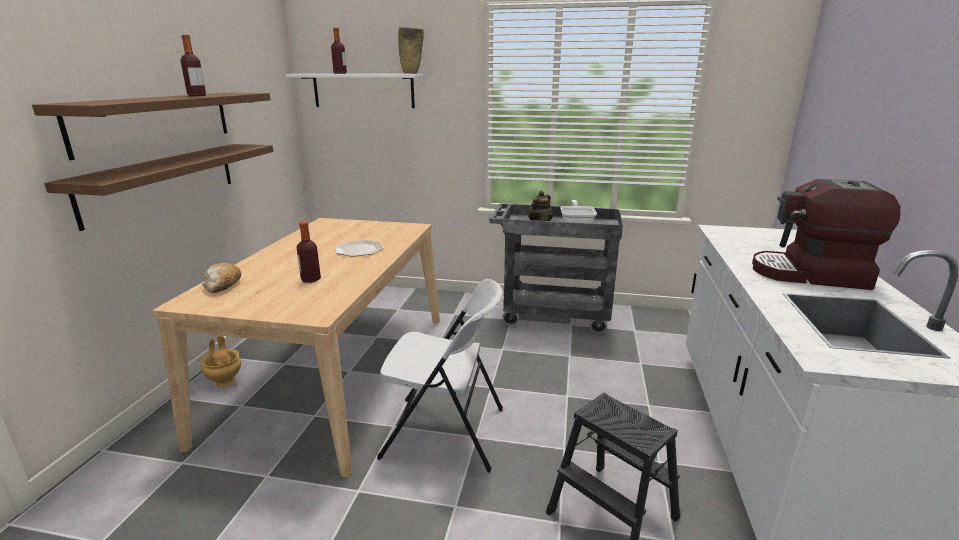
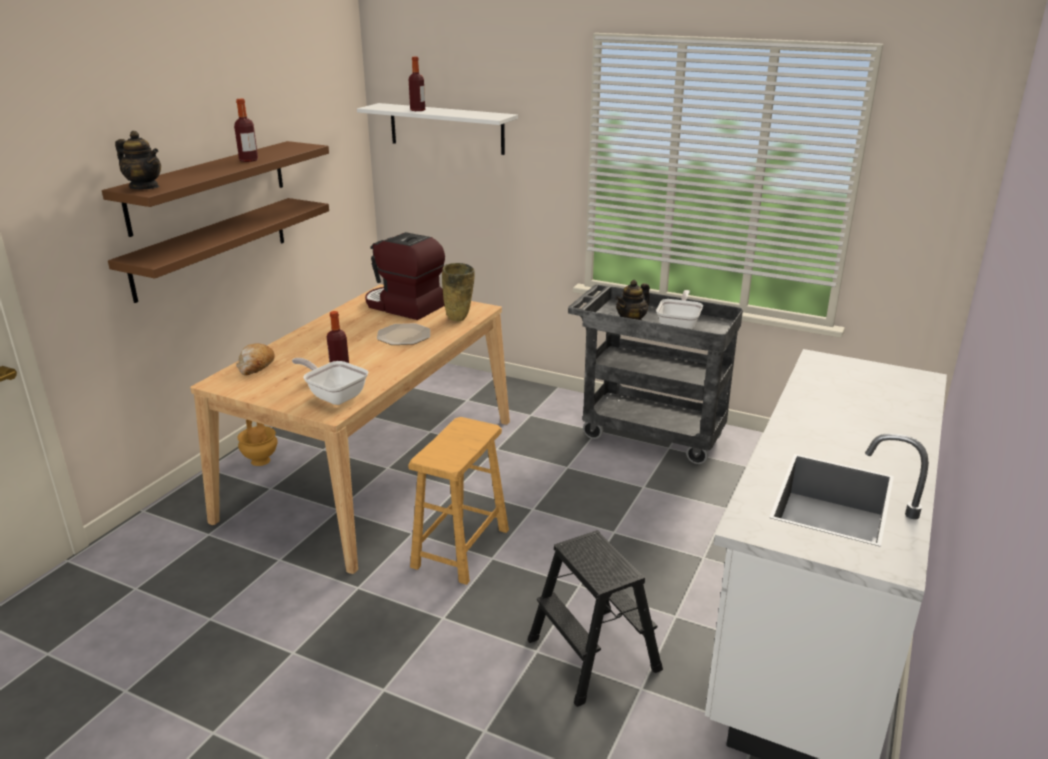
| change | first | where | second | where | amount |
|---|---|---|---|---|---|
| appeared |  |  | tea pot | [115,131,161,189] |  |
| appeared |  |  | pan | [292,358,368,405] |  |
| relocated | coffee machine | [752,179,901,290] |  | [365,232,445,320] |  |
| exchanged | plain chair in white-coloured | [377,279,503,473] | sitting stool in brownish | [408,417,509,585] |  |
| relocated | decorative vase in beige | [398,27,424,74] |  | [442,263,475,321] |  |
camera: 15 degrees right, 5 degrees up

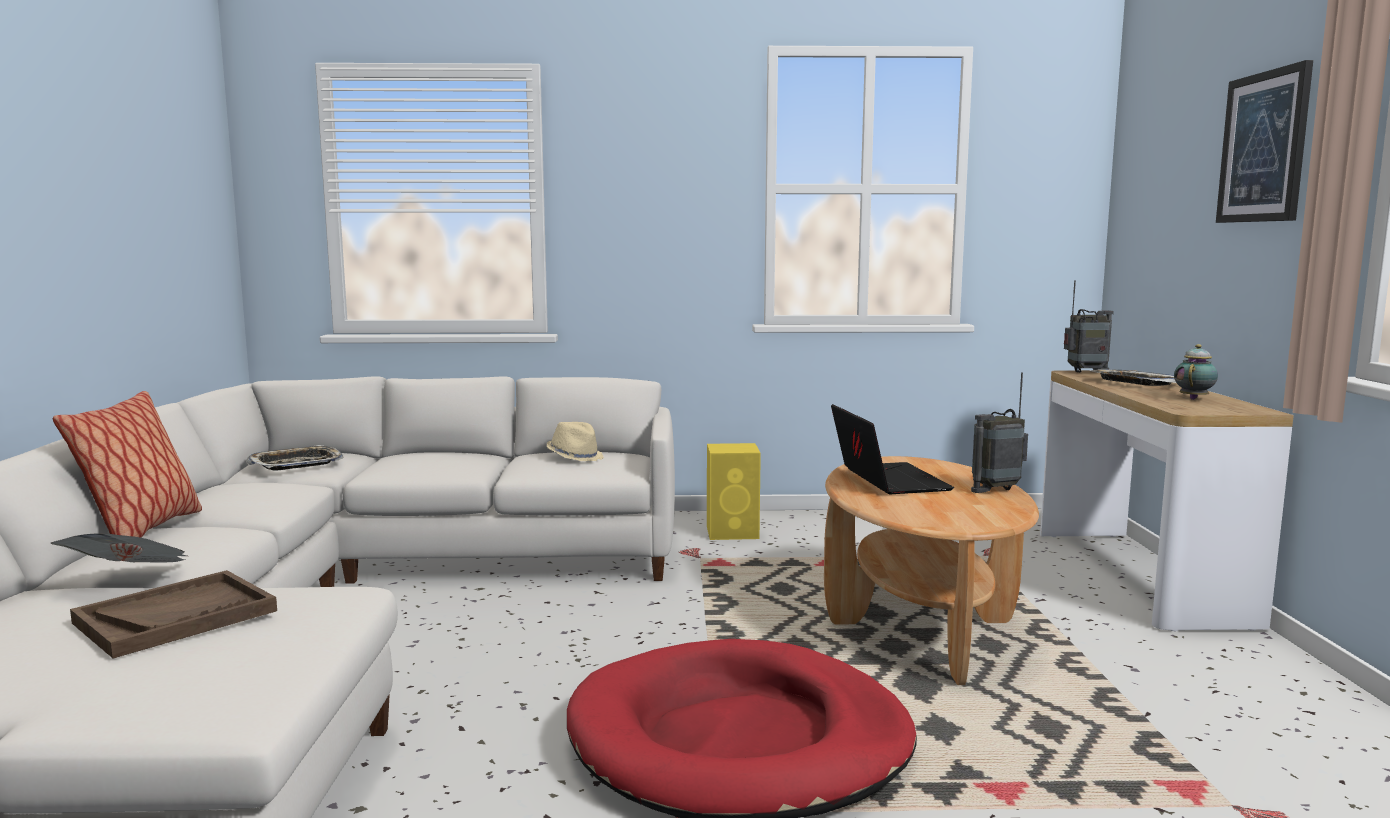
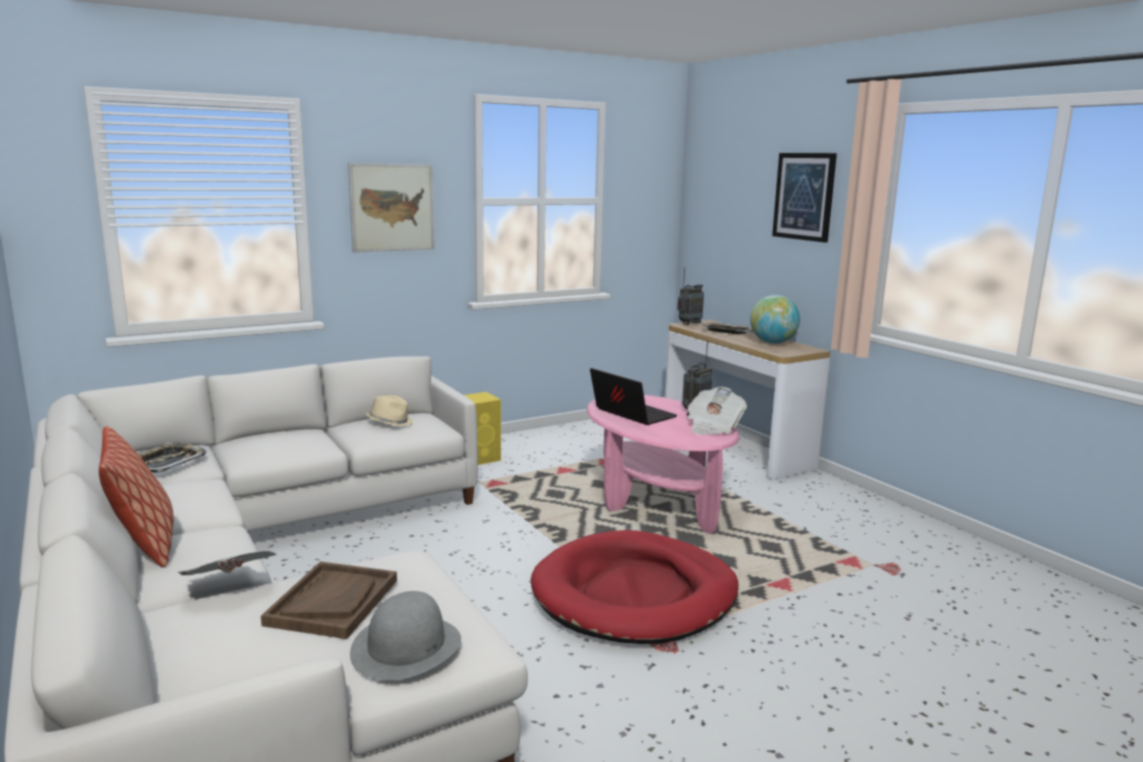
| change | first | where | second | where | amount |
|---|---|---|---|---|---|
| appeared |  |  | wall art | [348,163,435,253] |  |
| appeared |  |  | wearable hat in gray | [350,591,461,680] |  |
| colour | coffee table in brownish | [824,456,1039,685] | coffee table in pink | [587,395,739,534] |  |
| appeared |  |  | daily paper | [687,387,747,435] |  |
| exchanged | tea pot | [1174,344,1218,400] | desk globe | [750,295,800,344] |  |
camera: 30 degrees left, 5 degrees up

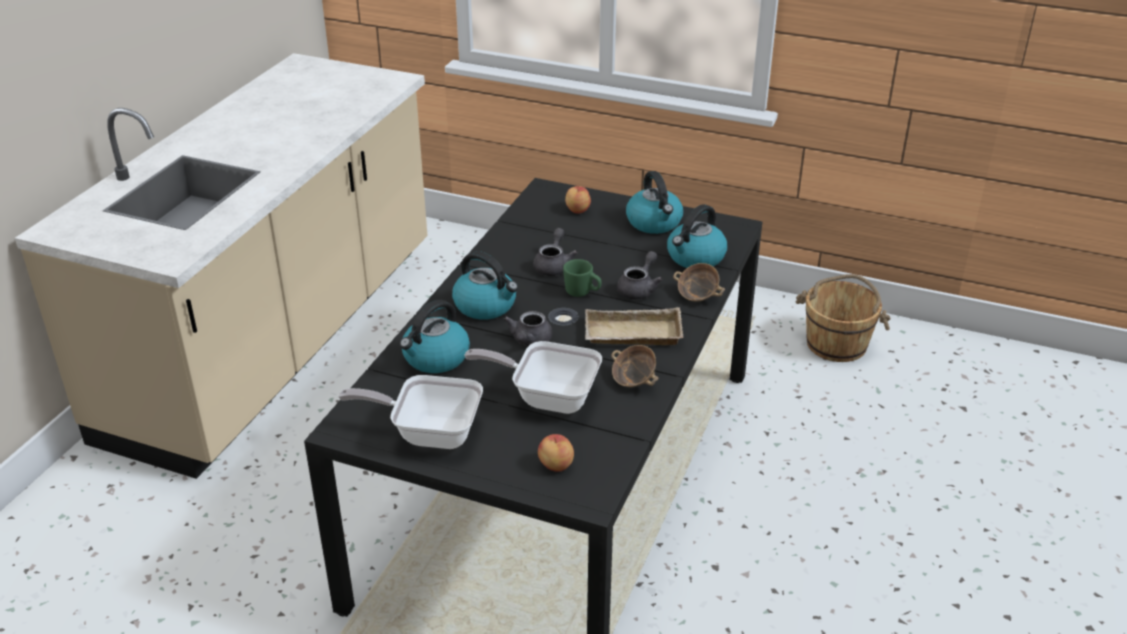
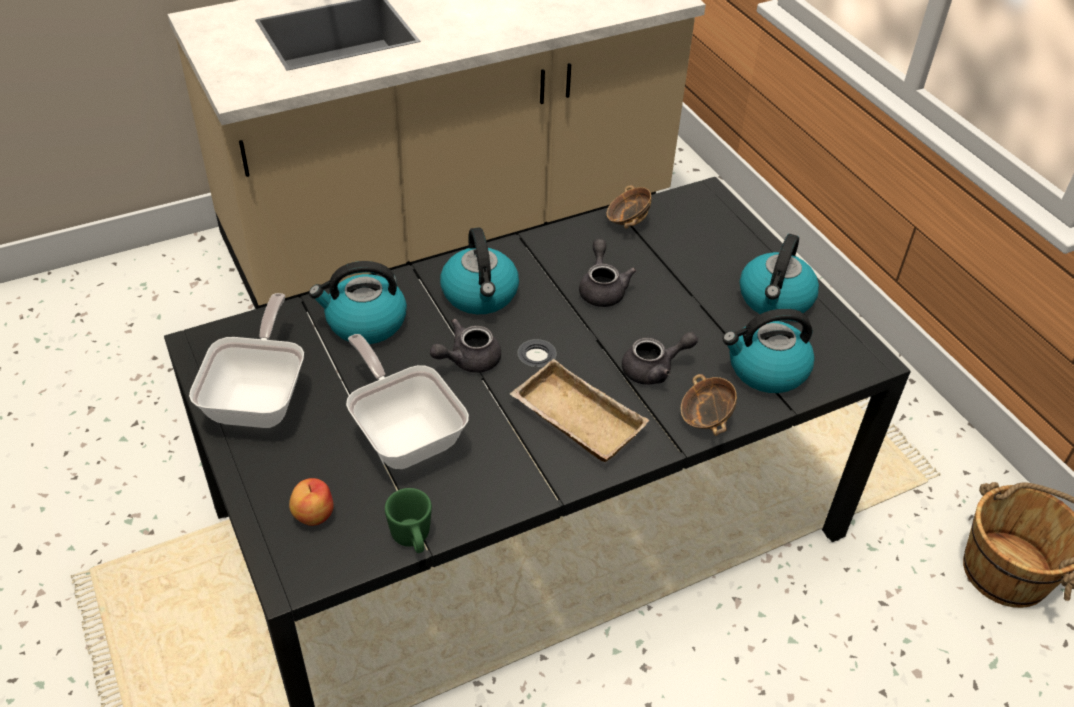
| change | first | where | second | where | amount |
|---|---|---|---|---|---|
| spun | pan | [338,375,483,449] |  | [189,293,304,428] | 45 degrees clockwise |
| relocated | mug in green | [563,259,602,297] |  | [385,488,432,553] |  |
| spun | tea pot in gray | [533,228,578,276] |  | [579,239,636,307] | 60 degrees counterclockwise |
| relocated | deep dish | [611,345,658,387] |  | [607,185,652,229] |  |
| missing | apple | [565,186,591,214] |  |  |  |
camera: 40 degrees right, 10 degrees up

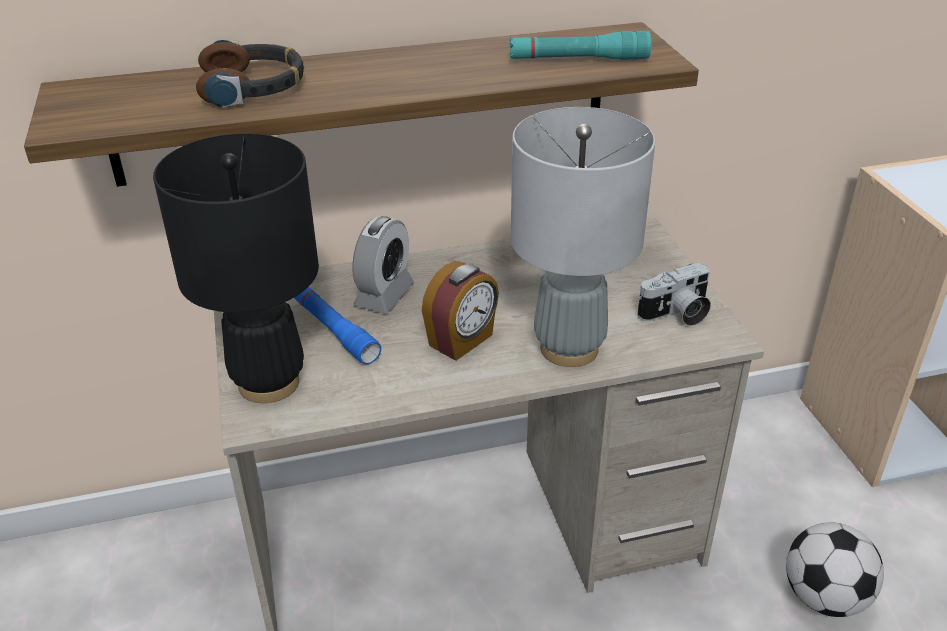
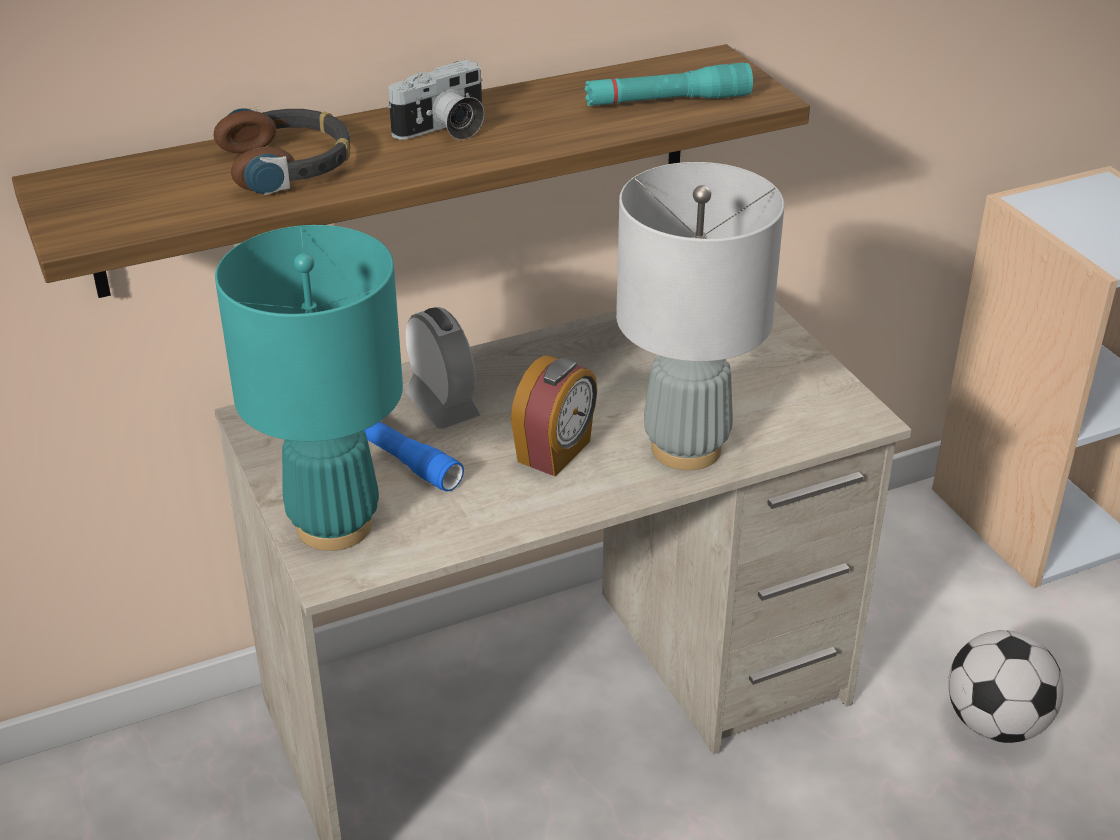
| change | first | where | second | where | amount |
|---|---|---|---|---|---|
| colour | table lamp in blackish | [153,133,319,403] | table lamp in blue-green | [215,225,403,551] |  |
| relocated | photo camera | [637,263,711,326] |  | [387,59,484,140] |  |
| spun | table clock | [352,216,414,314] |  | [405,307,481,429] | 45 degrees counterclockwise |
camera: 10 degrees left, 0 degrees up

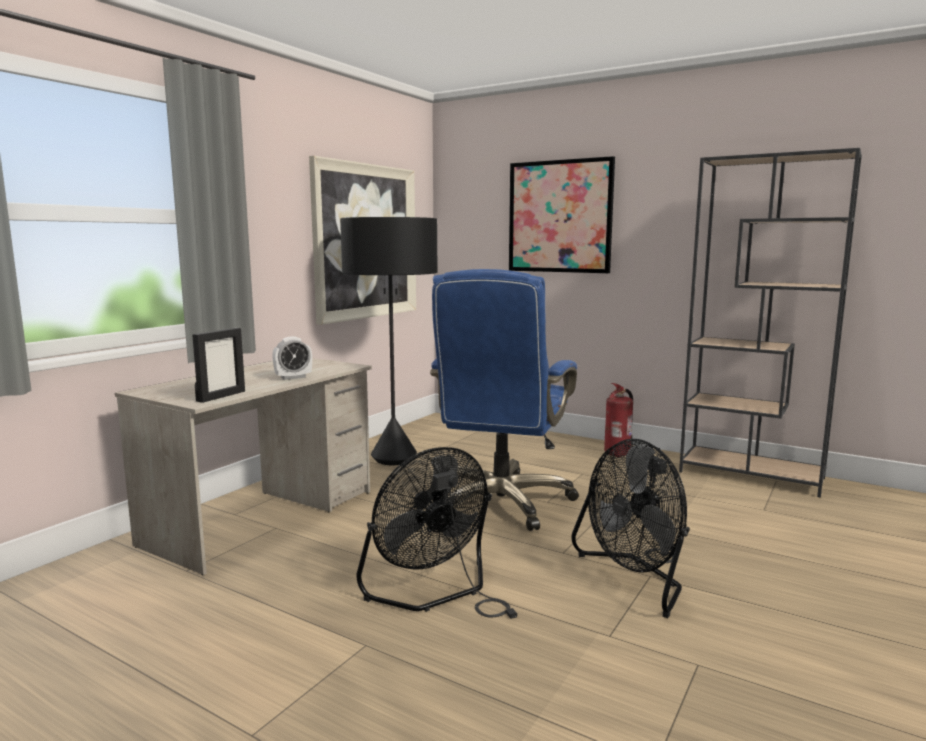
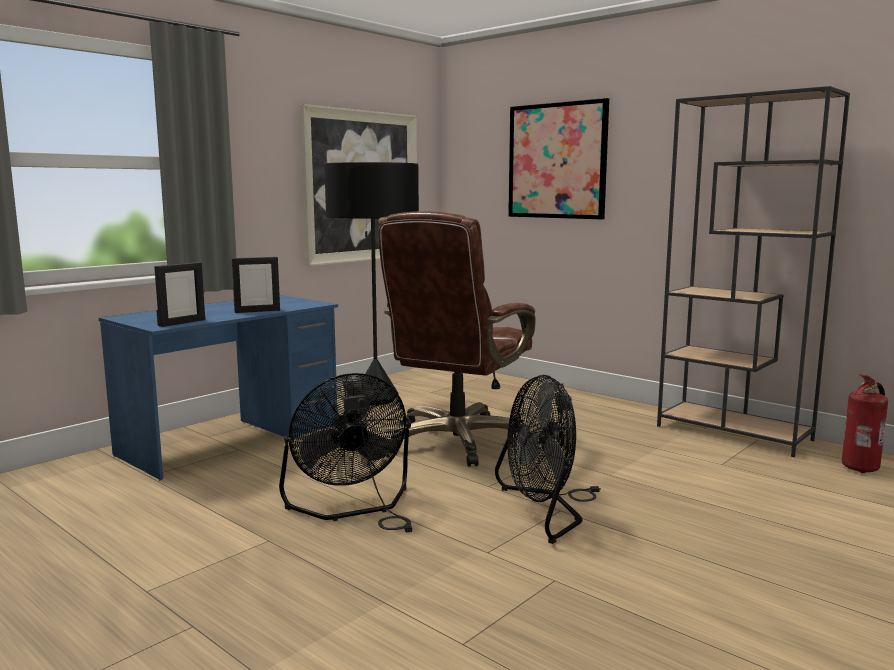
| change | first | where | second | where | amount |
|---|---|---|---|---|---|
| colour | desk unit in beige | [115,358,372,575] | desk unit in bluish | [99,295,338,480] |  |
| exchanged | table clock | [272,336,312,380] | standing frame | [232,257,280,313] |  |
| colour | computer chair in bluish | [430,269,579,531] | computer chair in brownish | [378,211,536,467] |  |
| relocated | fire-fighting cylinder | [604,383,633,457] |  | [842,374,888,473] |  |
camera: 10 degrees right, 0 degrees up

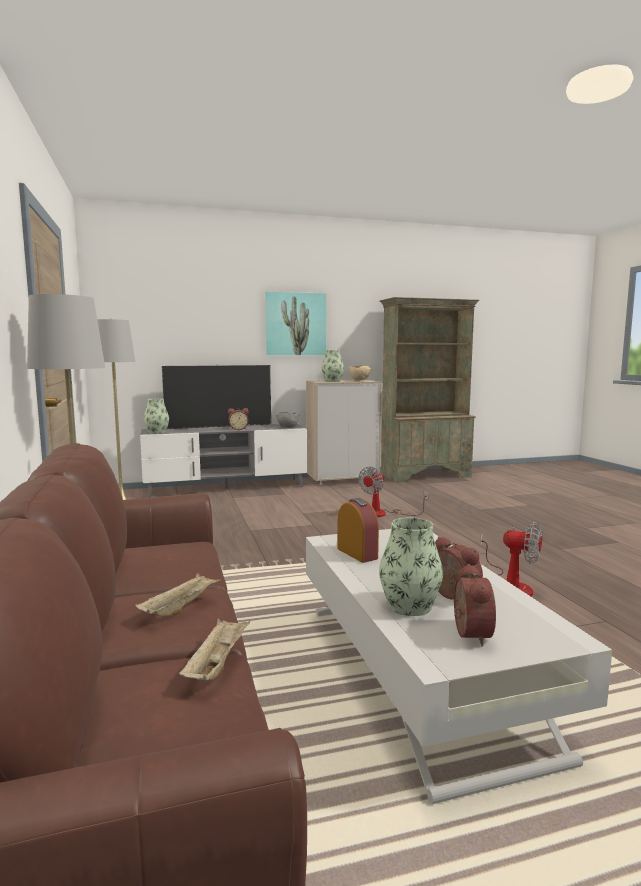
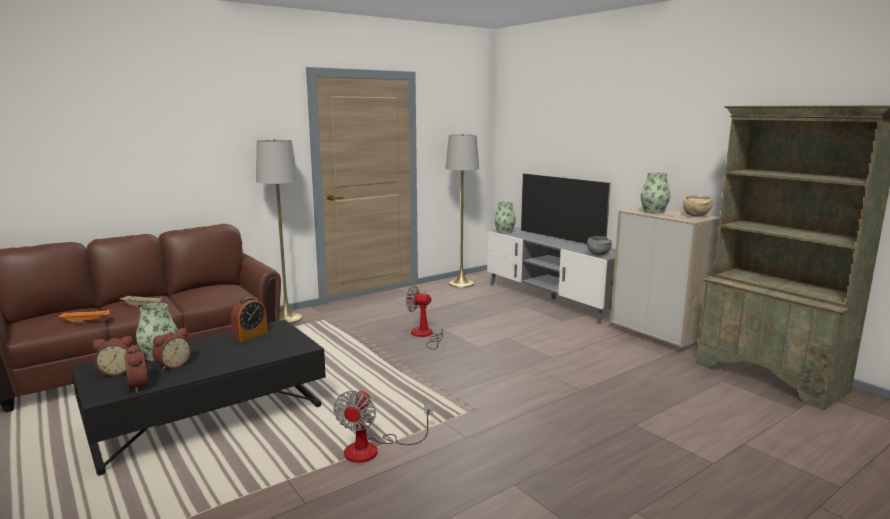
| change | first | where | second | where | amount |
|---|---|---|---|---|---|
| colour | tray in beige | [179,619,250,681] | tray in orangey | [58,309,110,323] |  |
| colour | coffee table in white-coloured | [306,529,612,804] | coffee table in blackish | [70,320,326,476] |  |
| relocated | table clock | [228,408,249,430] |  | [124,345,151,393] |  |
| relocated | electric fan | [358,467,429,517] |  | [406,285,443,350] |  |
| missing | wall art | [265,291,326,355] |  |  |  |
camera: 70 degrees right, 5 degrees up

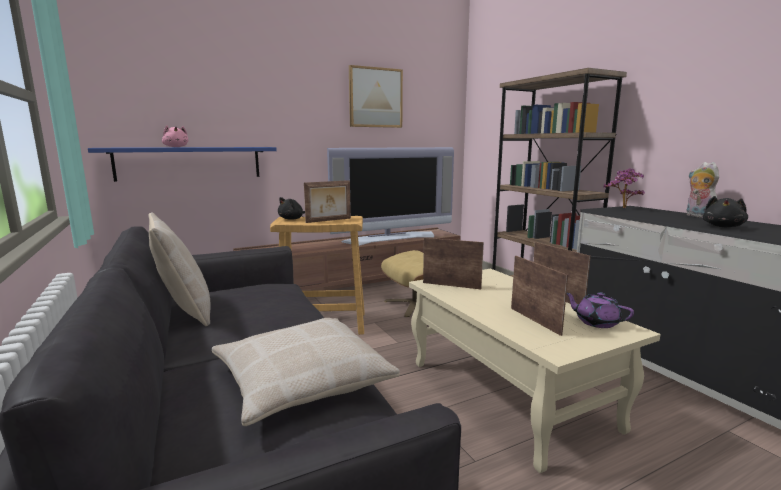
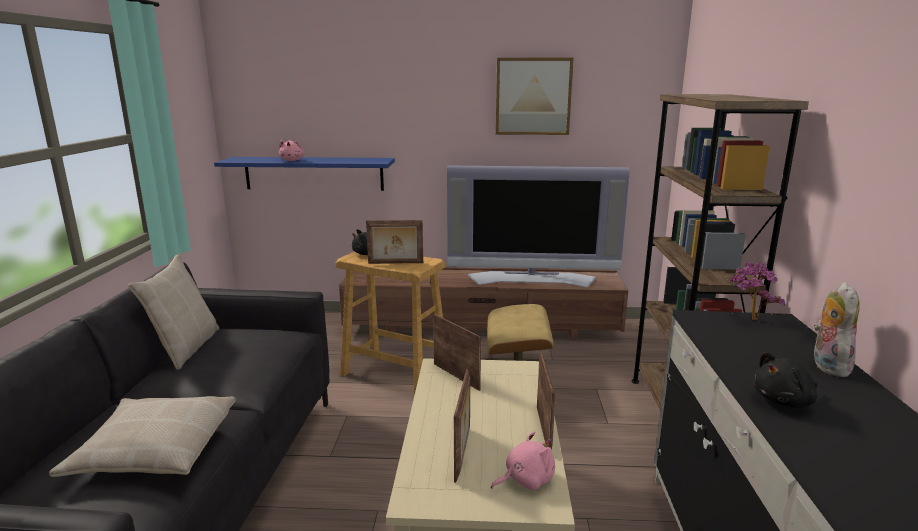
| change | first | where | second | where | amount |
|---|---|---|---|---|---|
| exchanged | tea pot in purple | [566,292,634,328] | cuddly toy in pink | [491,431,555,490] |  |
camera: 30 degrees right, 5 degrees up

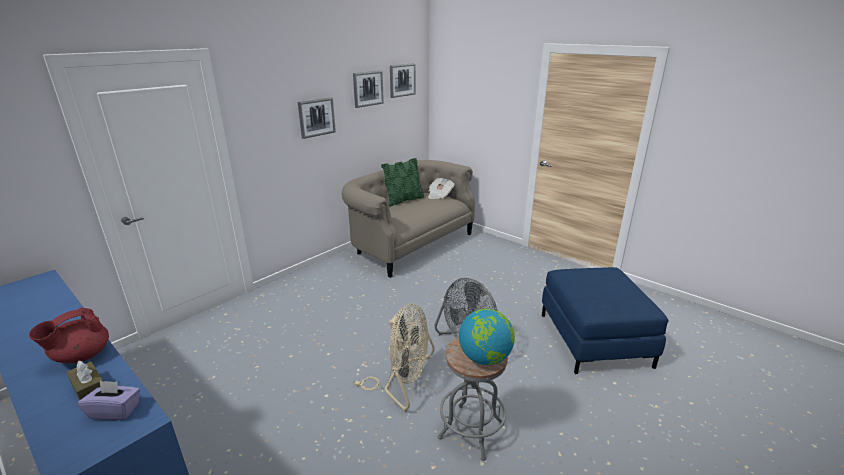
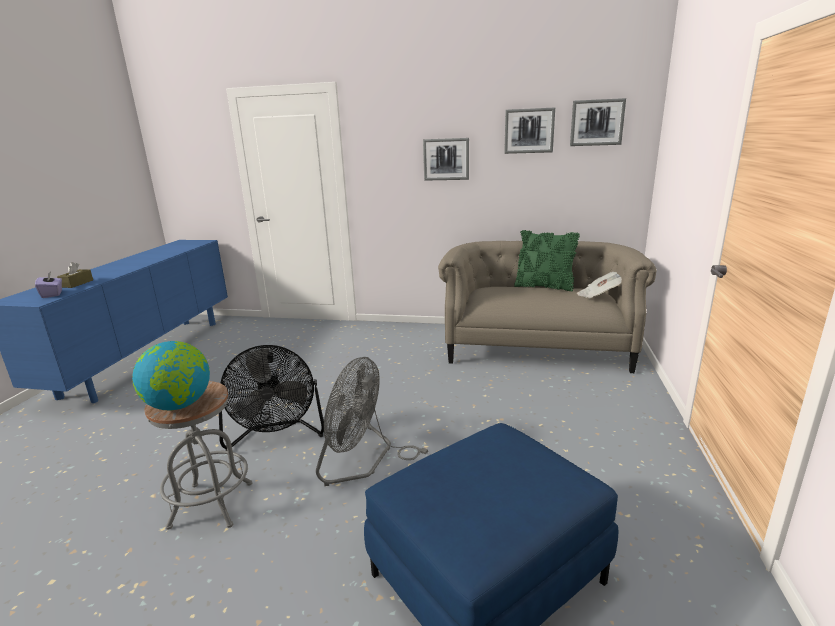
| change | first | where | second | where | amount |
|---|---|---|---|---|---|
| colour | electric fan in beige | [354,303,435,412] | electric fan in blackish | [219,345,324,451] |  |
| missing | tea pot in reddish | [29,308,109,363] |  |  |  |
camera: 60 degrees right, 5 degrees down

